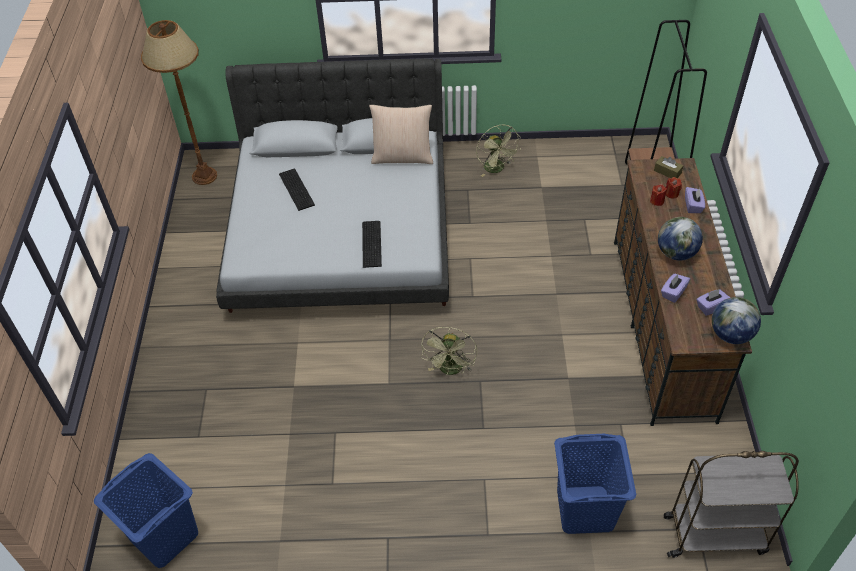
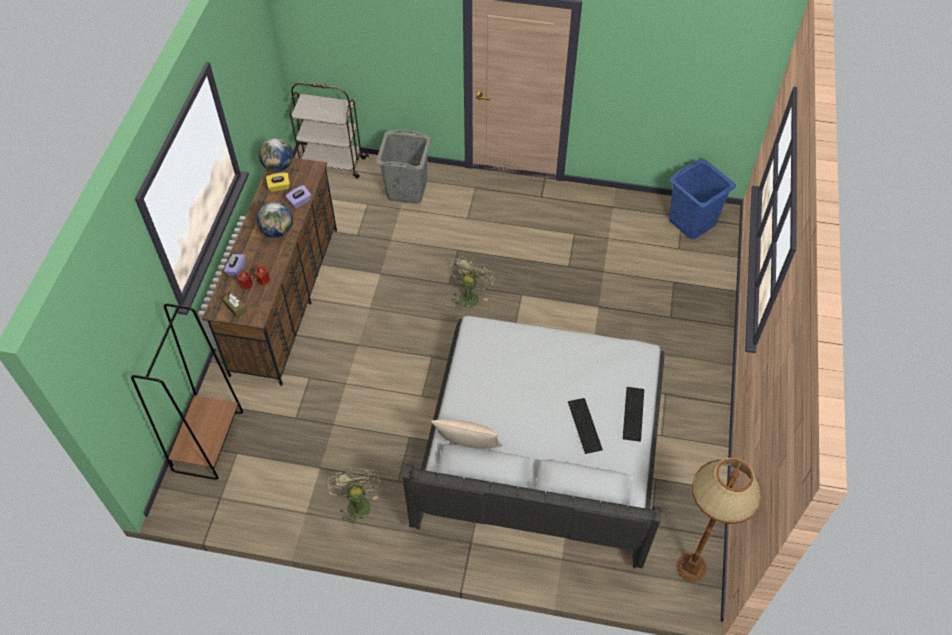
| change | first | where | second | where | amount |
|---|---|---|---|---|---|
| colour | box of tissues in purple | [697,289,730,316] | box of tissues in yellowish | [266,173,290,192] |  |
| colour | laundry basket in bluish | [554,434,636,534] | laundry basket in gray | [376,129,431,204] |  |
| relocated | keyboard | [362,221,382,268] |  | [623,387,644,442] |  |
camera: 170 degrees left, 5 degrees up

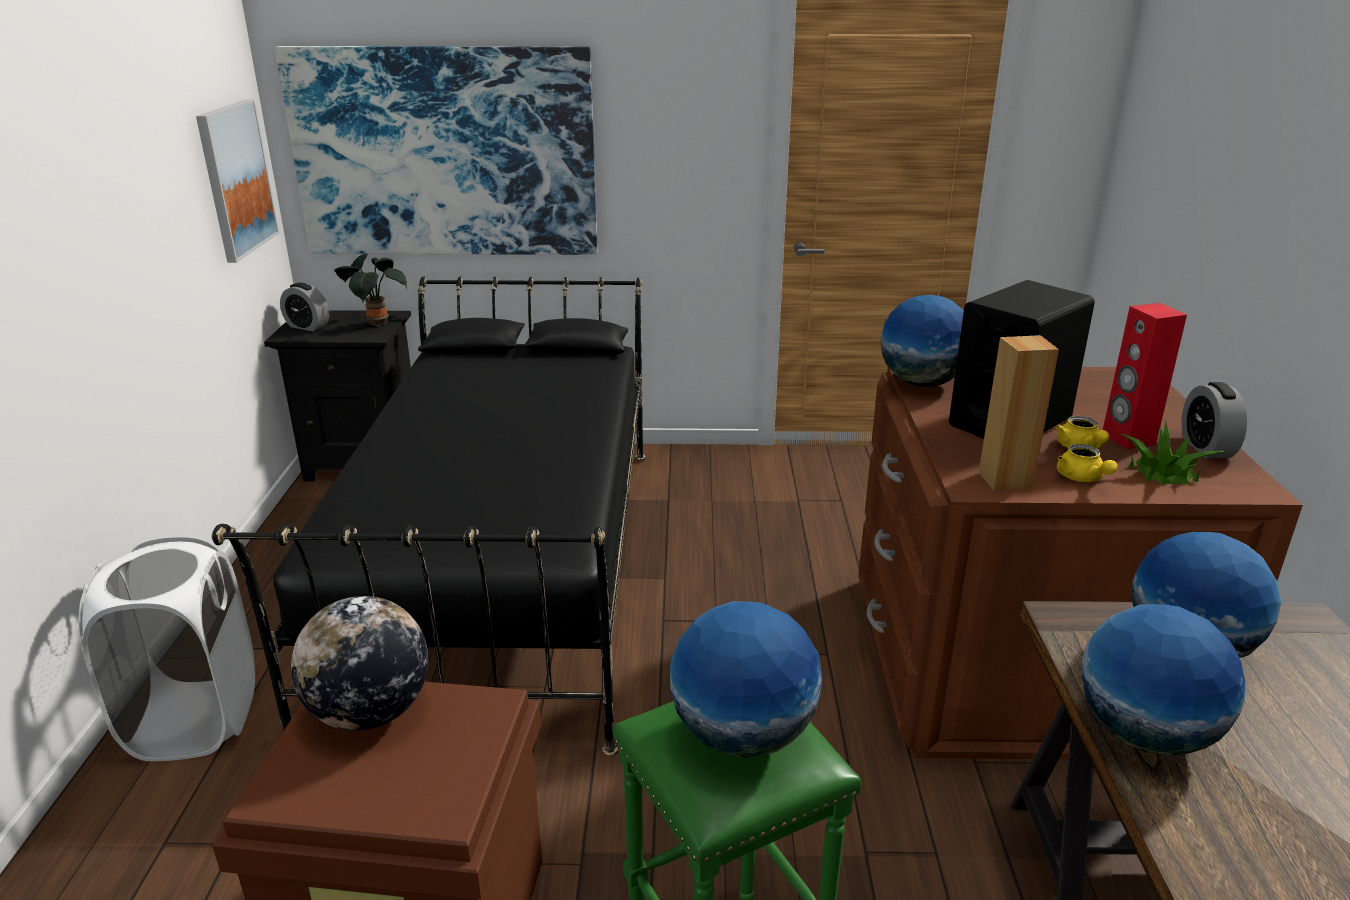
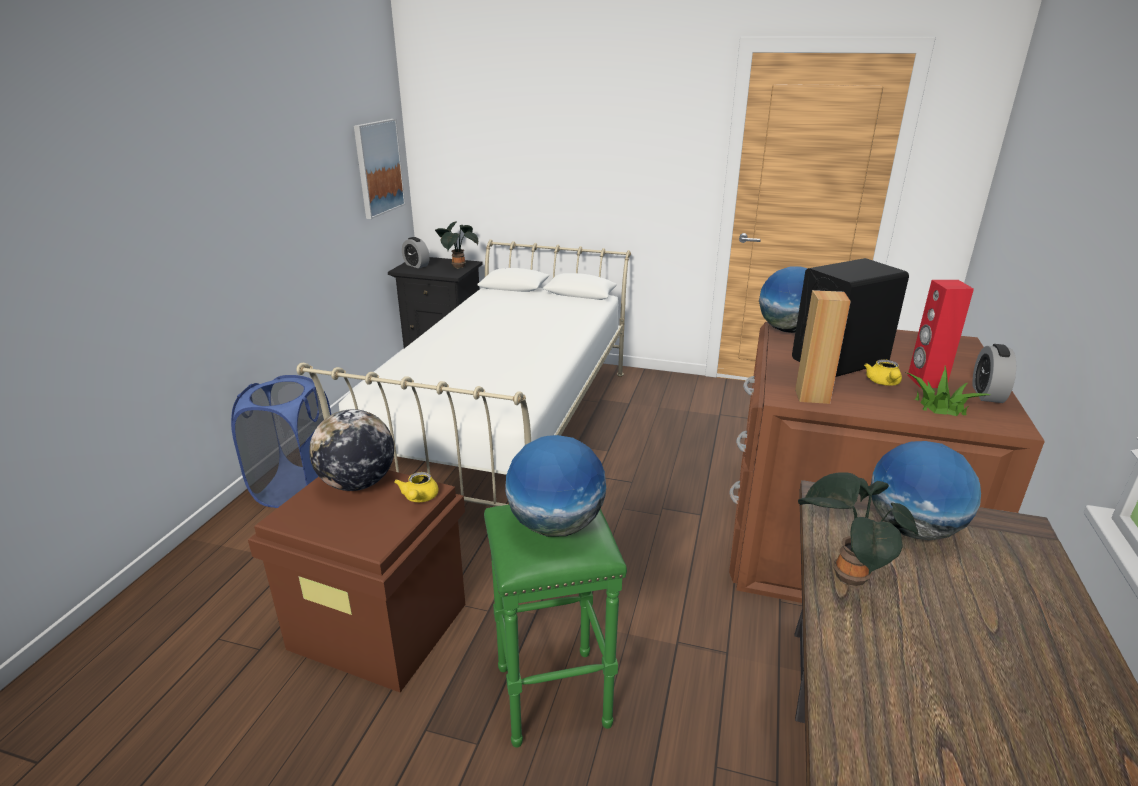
| change | first | where | second | where | amount |
|---|---|---|---|---|---|
| colour | laundry basket in white-coloured | [79,537,255,761] | laundry basket in bluish | [231,375,331,508] |  |
| colour | bed in blackish | [212,276,645,756] | bed in white-coloured | [296,239,631,506] |  |
| relocated | tea pot in yellowish | [1057,444,1118,482] |  | [394,472,438,502] |  |
| exchanged | desk globe | [1081,604,1246,756] | potted plant | [798,472,918,589] |  |
| missing | wall art | [275,46,598,255] |  |  |  |
camera: 15 degrees right, 0 degrees up

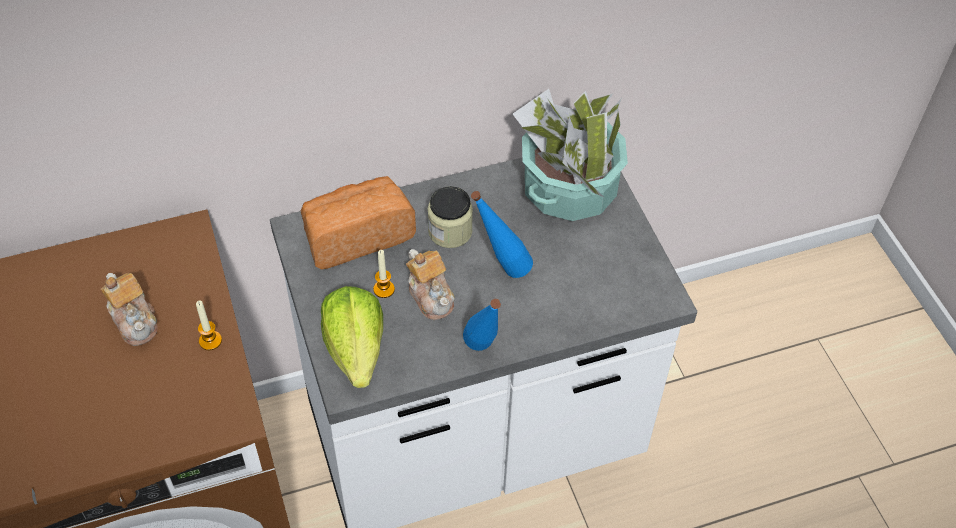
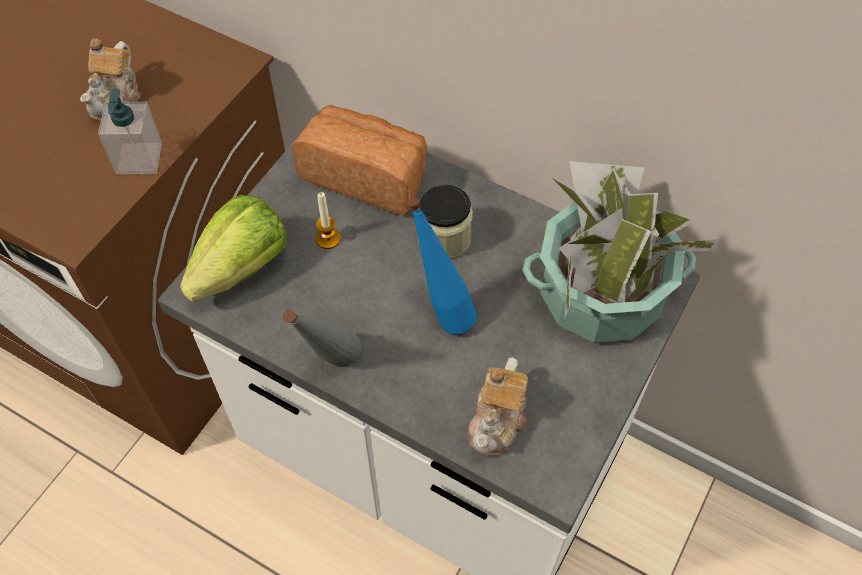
| change | first | where | second | where | amount |
|---|---|---|---|---|---|
| exchanged | candle | [196,301,222,350] | liquid soap bottle | [98,88,162,175] |  |
| colour | bottle in bluish | [463,299,501,351] | bottle in gray | [283,310,361,367] |  |
| relocated | tea pot | [406,249,455,320] |  | [468,357,528,456] |  |
camera: 50 degrees right, 5 degrees up

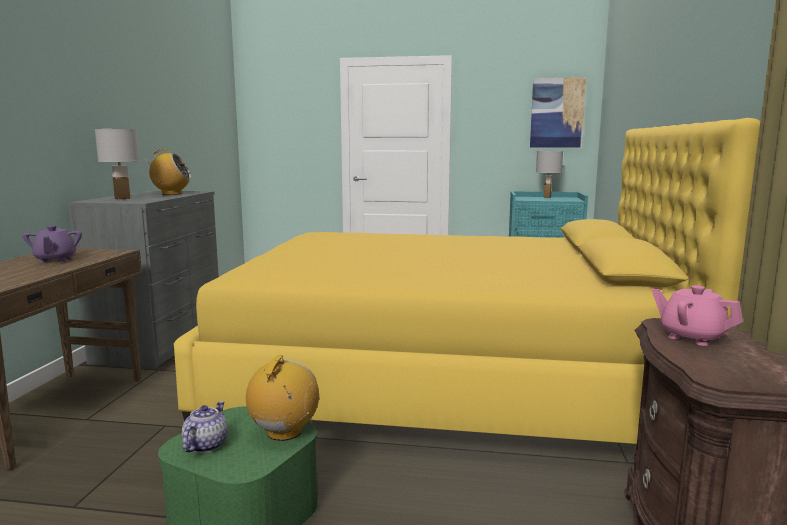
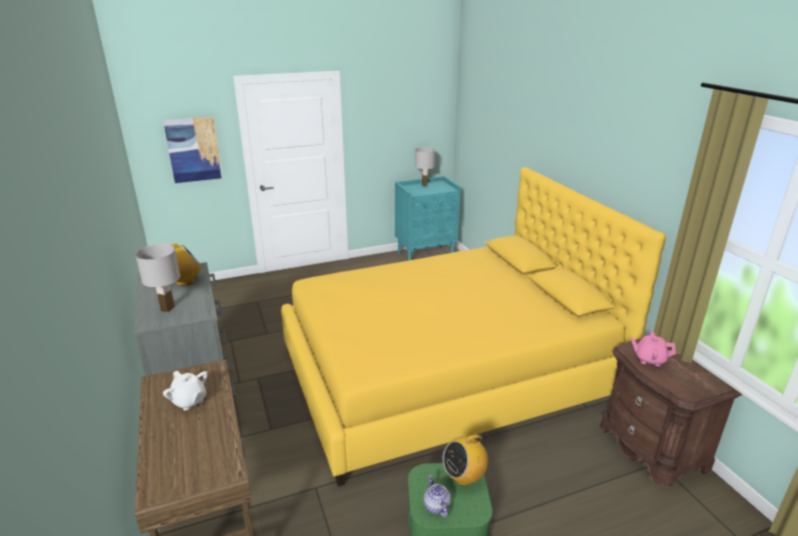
| change | first | where | second | where | amount |
|---|---|---|---|---|---|
| relocated | wall art | [530,77,586,148] |  | [163,117,223,183] |  |
| colour | tea pot in purple | [23,226,82,263] | tea pot in white-coloured | [163,370,208,411] |  |
| spun | radio set | [246,355,319,441] |  | [443,434,488,486] | 105 degrees counterclockwise |
camera: 30 degrees left, 15 degrees up

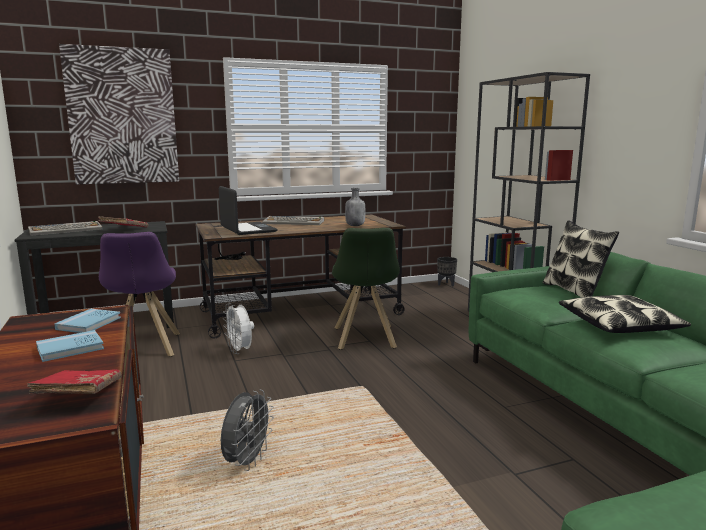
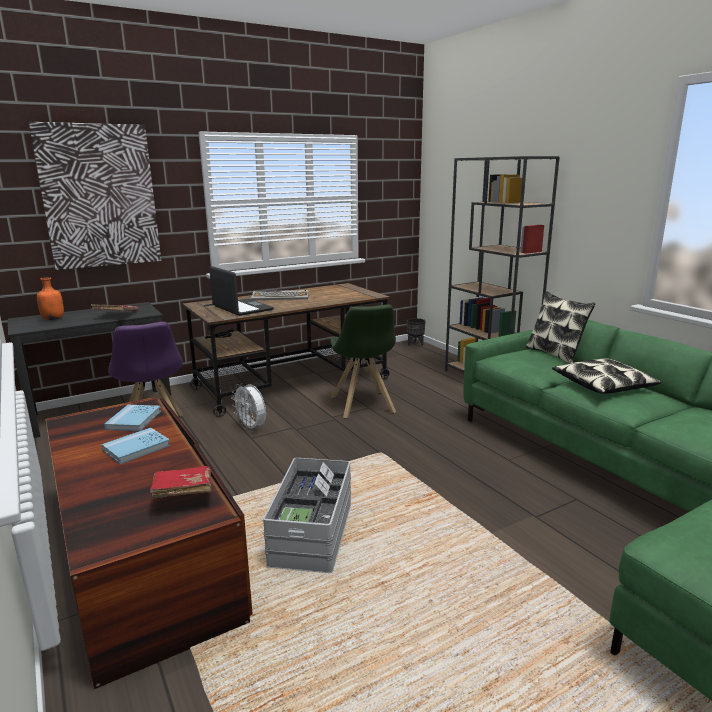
| change | first | where | second | where | amount |
|---|---|---|---|---|---|
| exchanged | keyboard | [28,221,102,236] | bottle in orangey | [37,277,64,320] |  |
| exchanged | electric fan in gray | [221,389,274,471] | storage bin in gray | [262,458,351,573] |  |
| missing | bottle in gray | [345,188,365,226] |  |  |  |
camera: 10 degrees left, 5 degrees up

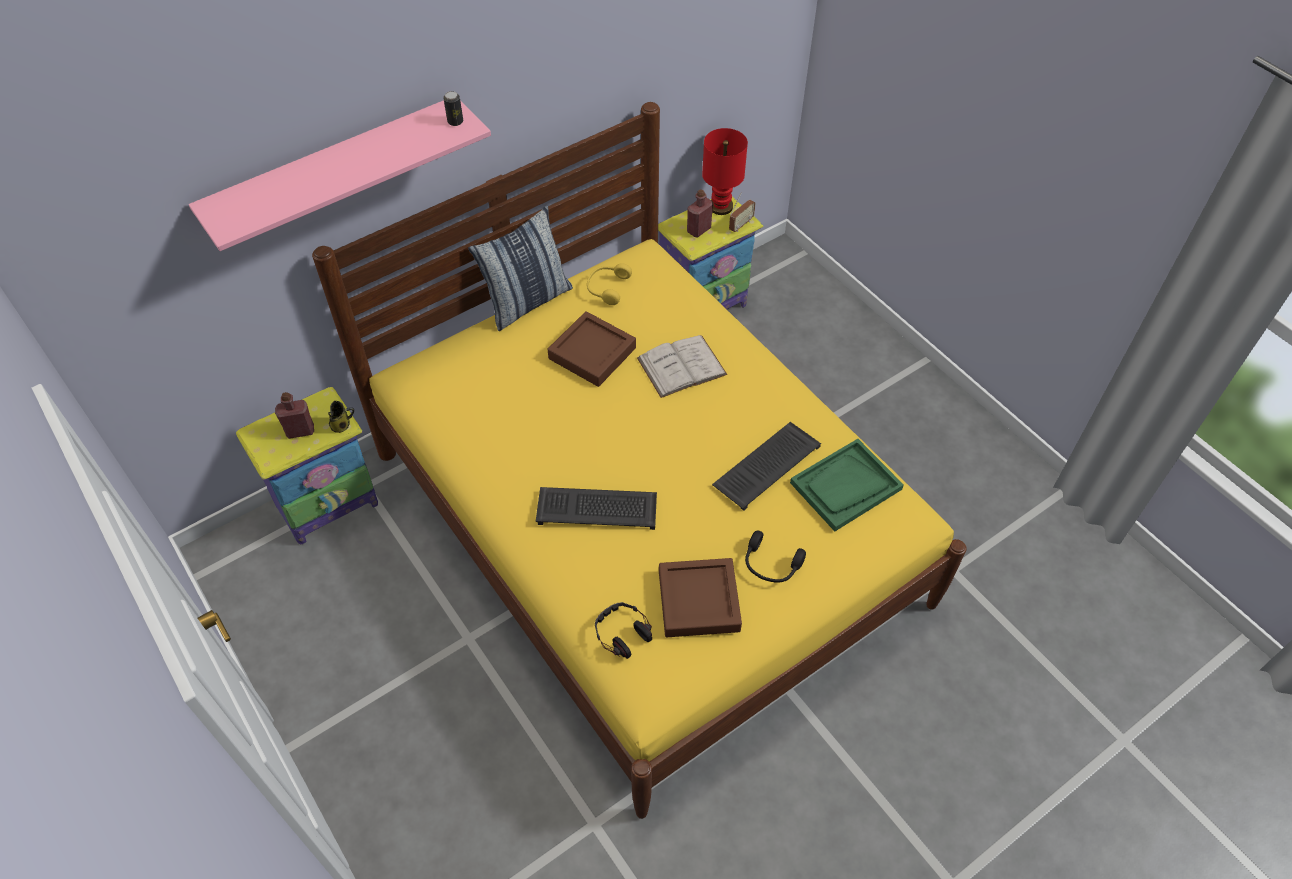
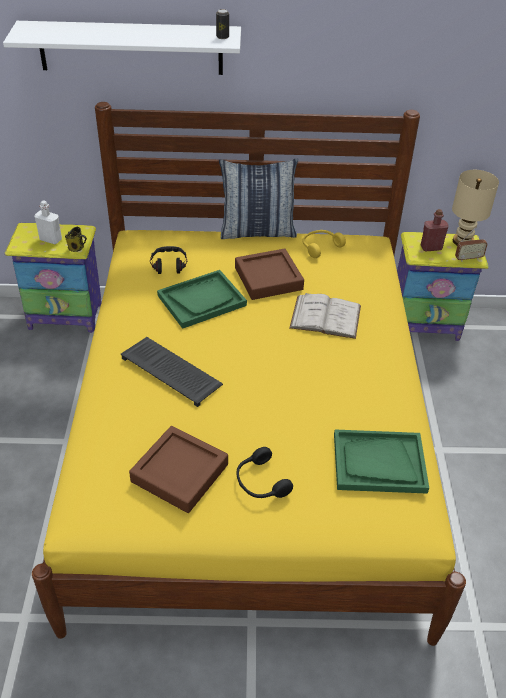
| change | first | where | second | where | amount |
|---|---|---|---|---|---|
| colour | wall shelf in pink | [189,100,491,251] | wall shelf in white-coloured | [3,21,241,75] |  |
| colour | bottle in reddish | [275,392,314,439] | bottle in white-coloured | [34,201,62,244] |  |
| relocated | pair of headphones | [595,602,652,659] |  | [150,246,188,274] |  |
| appeared |  |  | tray in green | [157,270,247,329] |  |
| colour | table lamp in reddish | [702,128,748,215] | table lamp in beige | [452,170,499,246] |  |
| missing | keyboard | [712,422,821,511] |  |  |  |
camera: 35 degrees right, 10 degrees down

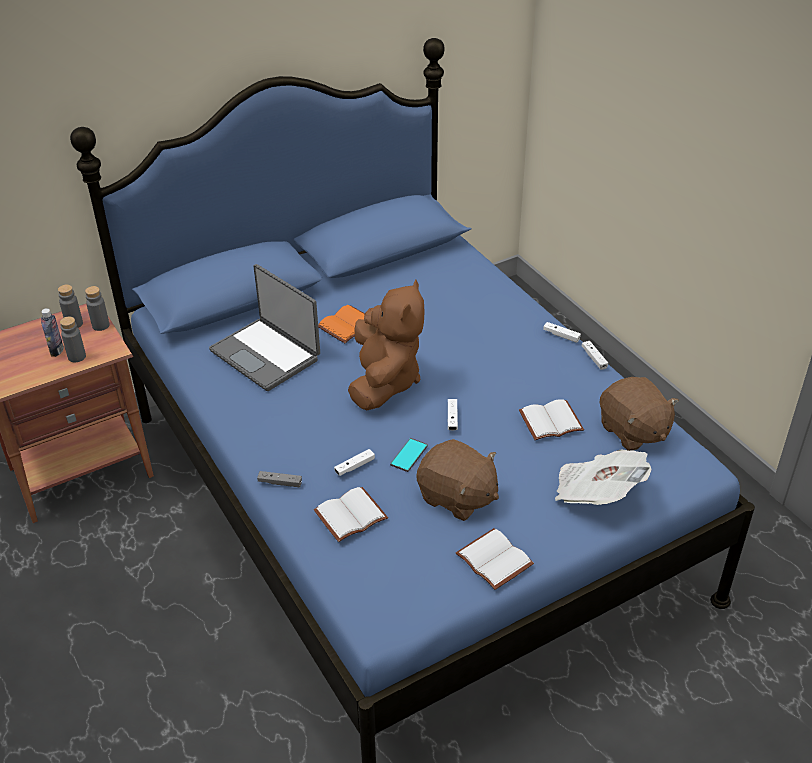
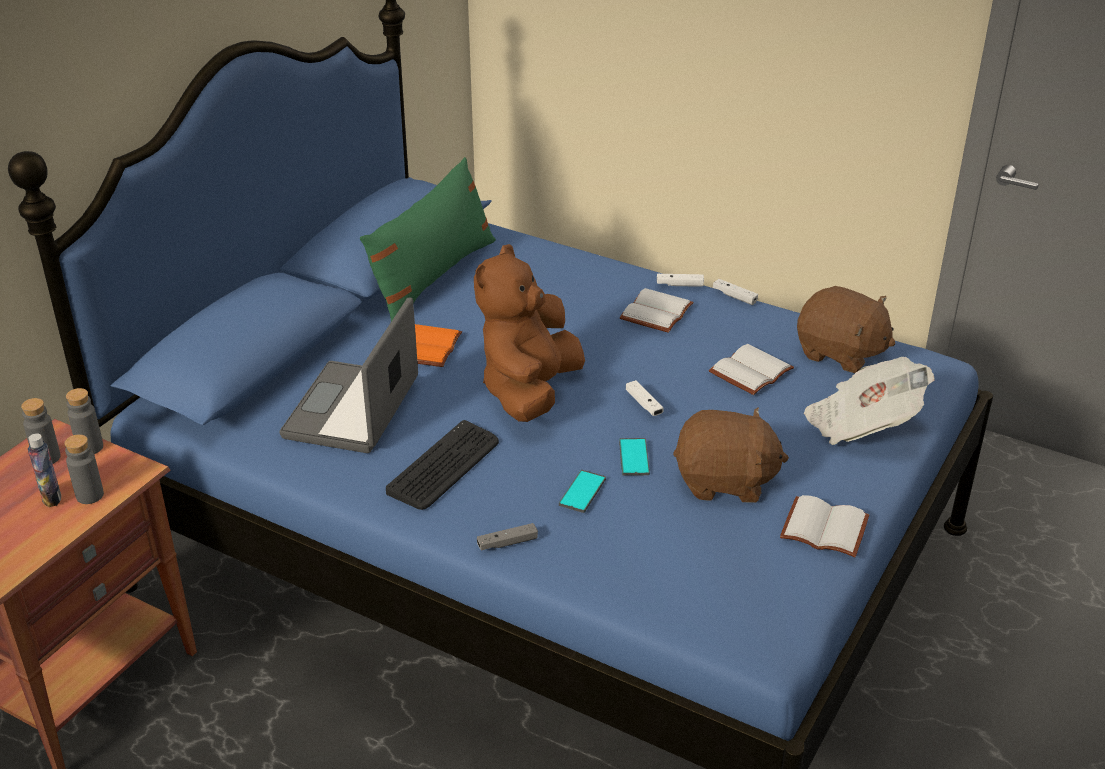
| change | first | where | second | where | amount |
|---|---|---|---|---|---|
| spun | portable computer | [209,264,320,391] |  | [280,298,418,453] | 90 degrees clockwise |
| appeared |  |  | throw pillow in green | [360,157,496,321] |  |
| appeared |  |  | keyboard | [386,420,499,510] |  |
| spun | cuddly toy in brownish | [348,280,425,410] |  | [474,244,585,422] | 135 degrees counterclockwise |
| exchanged | joypad in white-coloured | [334,449,375,476] | phone | [559,470,606,513] |  |
| relocated | bound book in white-coloured | [314,487,388,542] |  | [620,288,694,333] |  |
camera: 30 degrees left, 5 degrees down

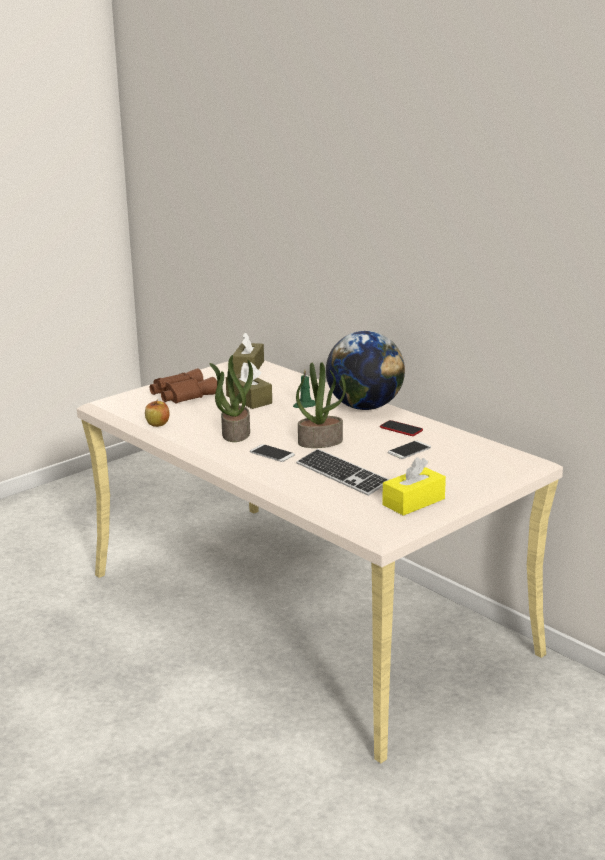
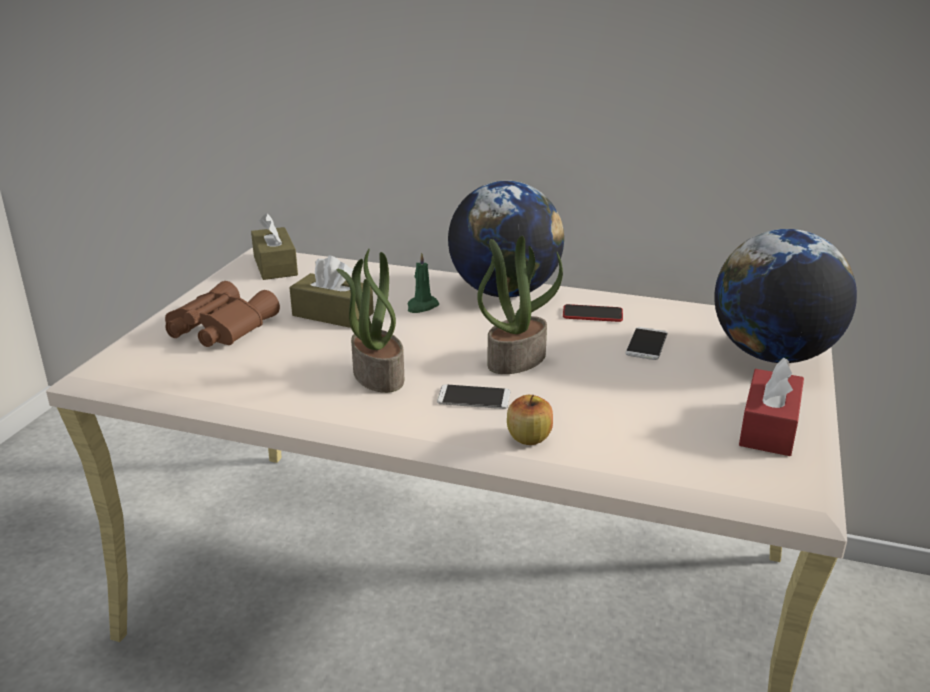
| change | first | where | second | where | amount |
|---|---|---|---|---|---|
| relocated | apple | [145,401,170,427] |  | [507,395,553,445] |  |
| appeared |  |  | desk globe | [714,229,857,363] |  |
| colour | box of tissues in yellowish | [382,457,446,516] | box of tissues in reddish | [739,358,804,456] |  |
| missing | keyboard | [297,449,390,496] |  |  |  |
camera: 30 degrees left, 5 degrees up

